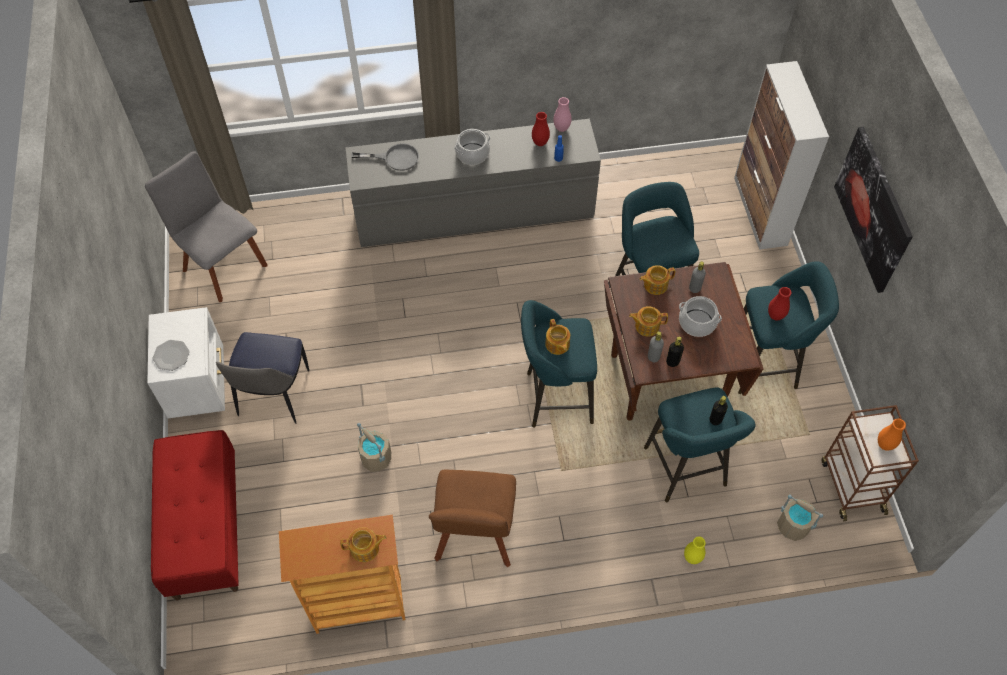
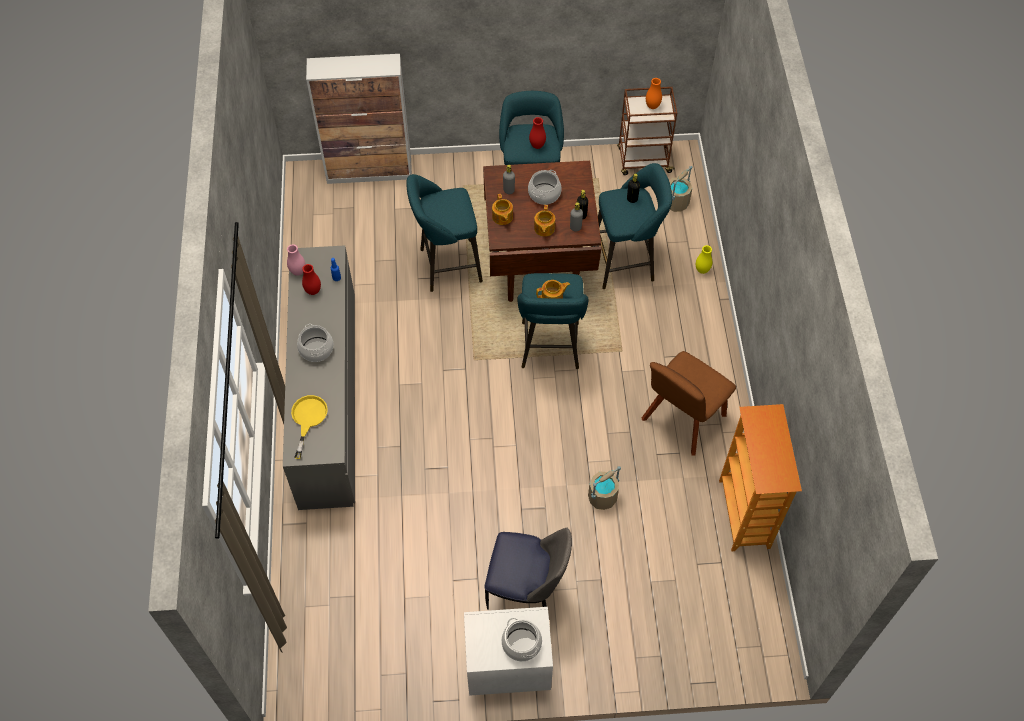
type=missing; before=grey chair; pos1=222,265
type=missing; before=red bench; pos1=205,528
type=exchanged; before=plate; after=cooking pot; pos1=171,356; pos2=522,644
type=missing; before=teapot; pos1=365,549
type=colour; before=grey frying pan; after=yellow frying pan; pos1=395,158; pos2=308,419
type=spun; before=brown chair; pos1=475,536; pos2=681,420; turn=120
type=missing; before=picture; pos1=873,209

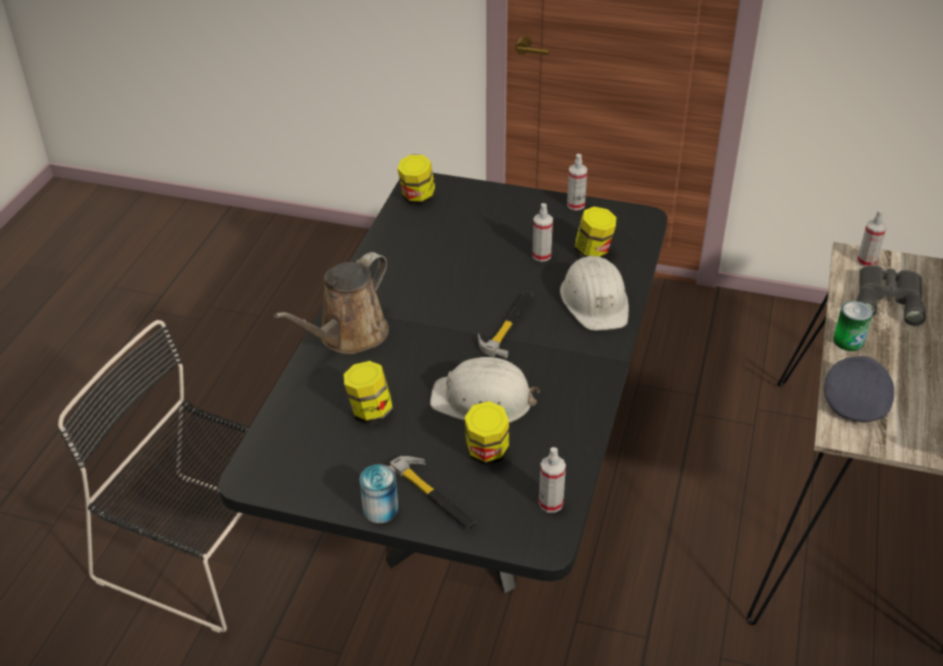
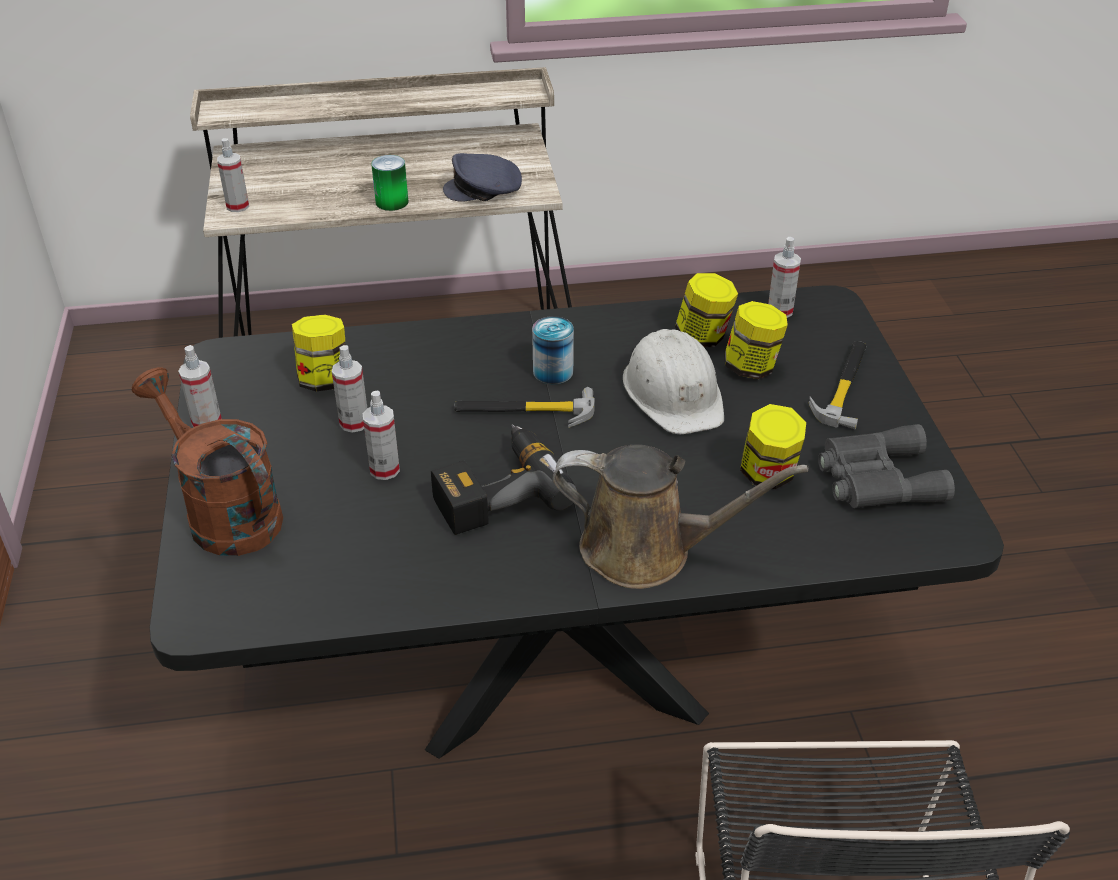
type=relocated; before=can; pos1=380,509; pos2=553,372
type=relocated; before=jar; pos1=417,198; pos2=703,337
type=missing; before=white hard hat; pos1=595,301
type=relocated; before=grey binoculars; pos1=888,298; pos2=876,478
type=appeared; after=brown watering can; pos2=224,512
type=appeared; after=spray bottle; pos2=384,469
type=appeared; after=power drill; pos2=496,489

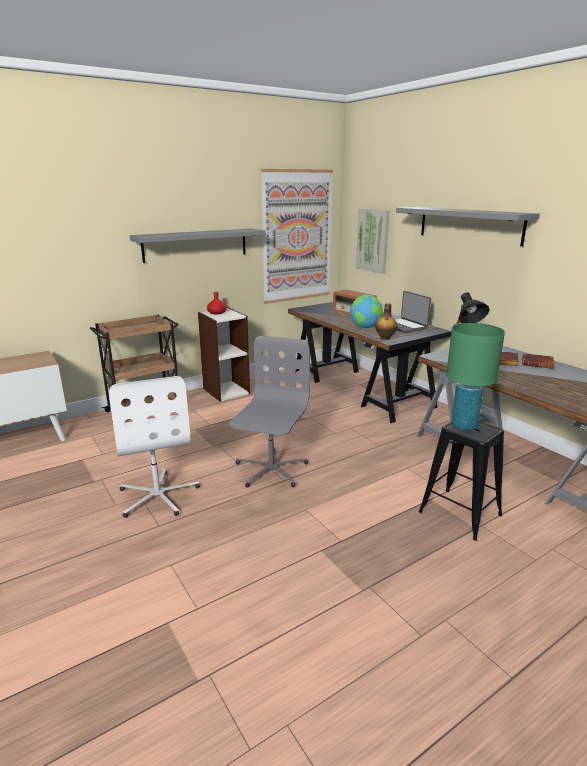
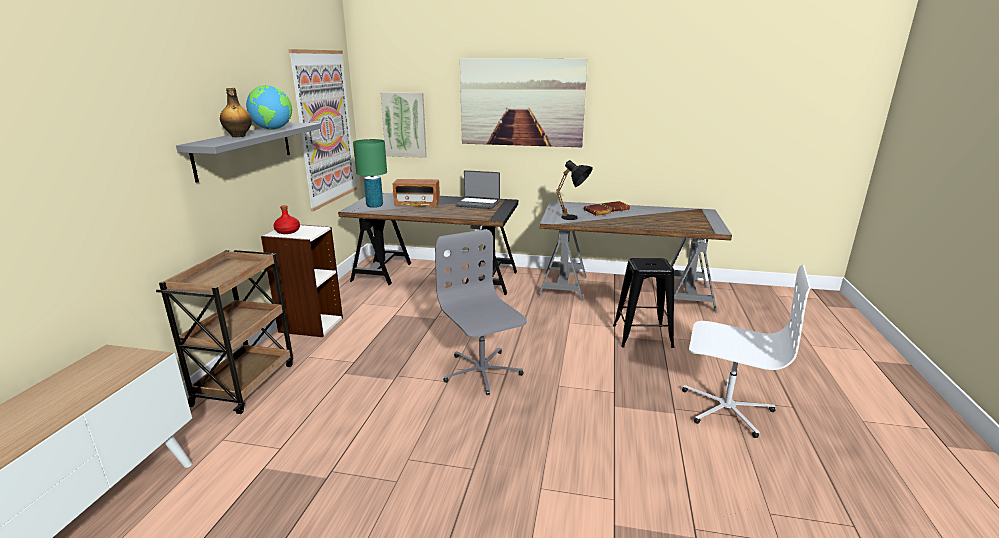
type=relocated; before=white office chair; pos1=158,495; pos2=726,408
type=relocated; before=globe; pos1=365,327; pos2=273,129
type=relocated; before=bottle; pos1=385,338; pos2=238,136
type=exchanged; before=grey shelf; after=picture; pos1=469,225; pos2=522,102
type=relocated; before=green table lamp; pos1=464,426; pos2=375,206

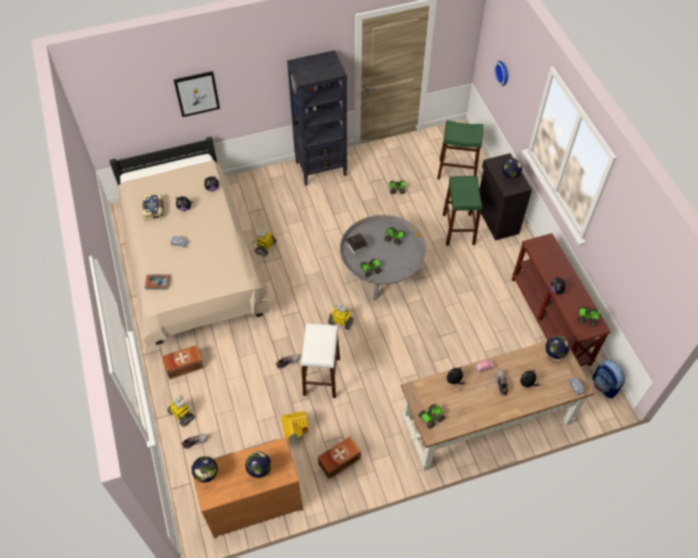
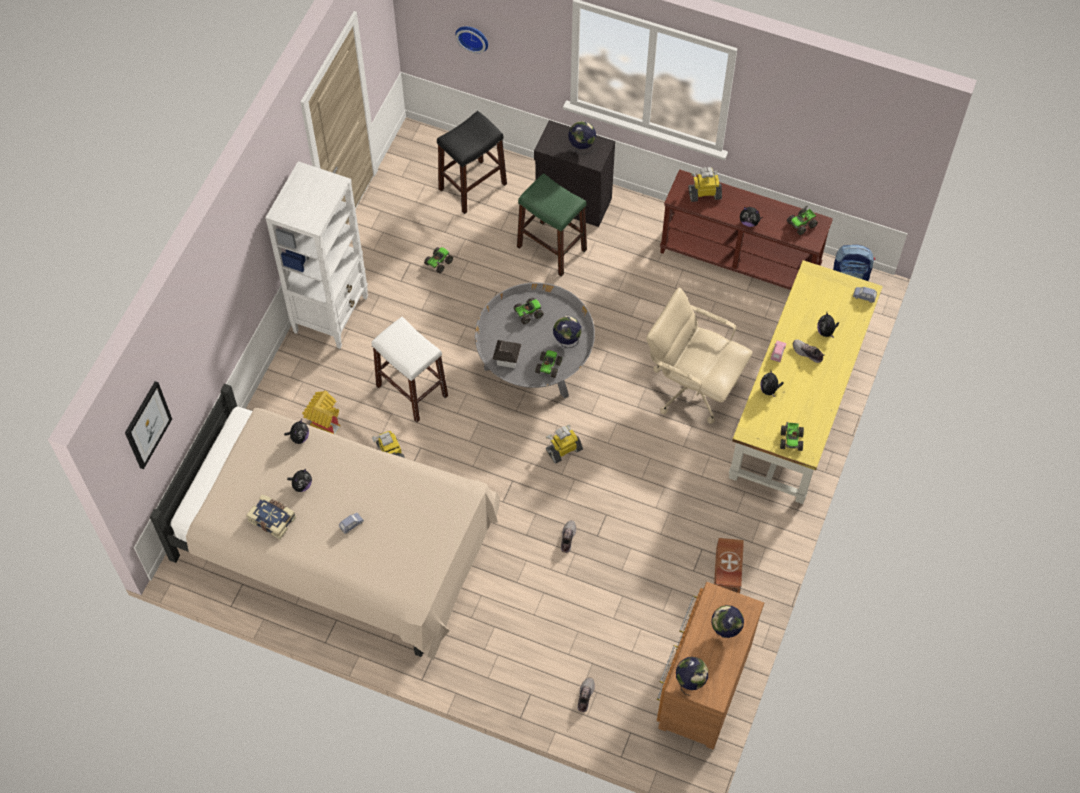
type=missing; before=book; pos1=157,283
type=missing; before=brown storage box; pos1=184,366
type=relocated; before=toy robot; pos1=182,414; pos2=704,193
type=relocated; before=picture; pos1=197,93; pos2=147,425
type=relocated; before=toy house; pos1=295,431; pos2=323,421
type=colour; before=black bookcase; after=white bookcase; pos1=321,168; pos2=331,314
type=relocated; before=white stool; pos1=321,376; pos2=412,390
type=colour; before=brown desk; after=yellow desk; pos1=486,421; pos2=797,407
type=colour; before=green stool; after=black stool; pos1=457,171; pos2=472,186
type=relocated; before=globe; pos1=553,356; pos2=566,341
type=appeared; after=beige office chair; pos2=692,386

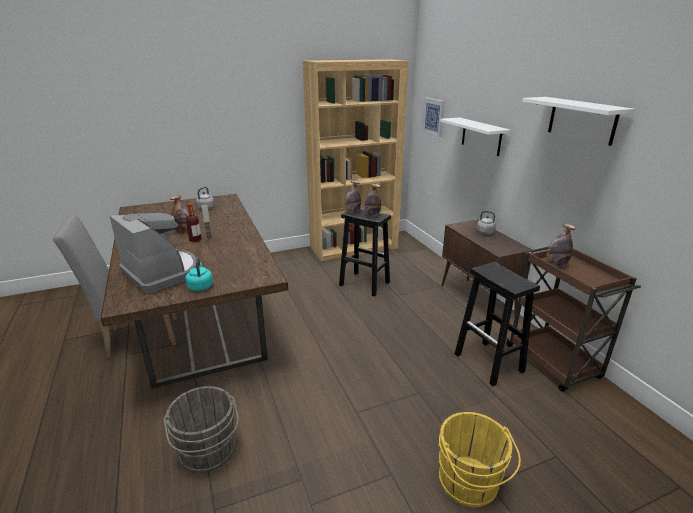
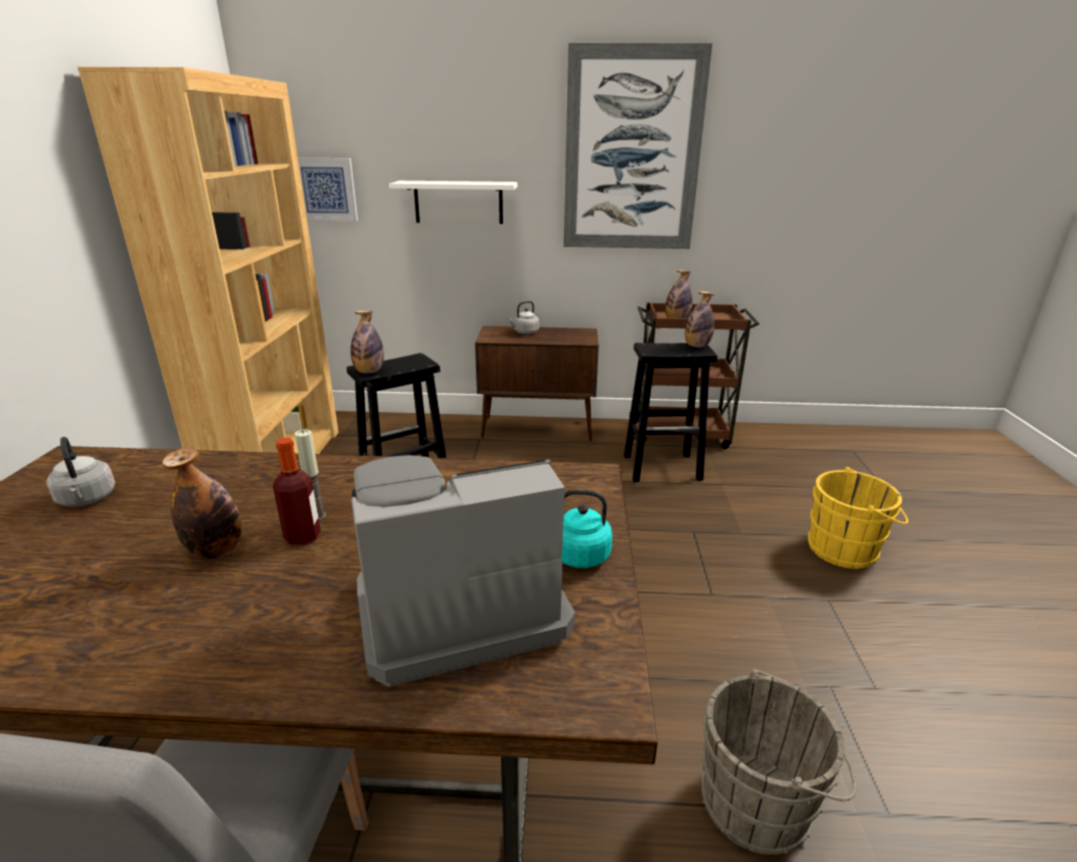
type=relocated; before=bottle; pos1=372,215; pos2=697,346
type=exchanged; before=white shelf; after=picture; pos1=582,120; pos2=632,152

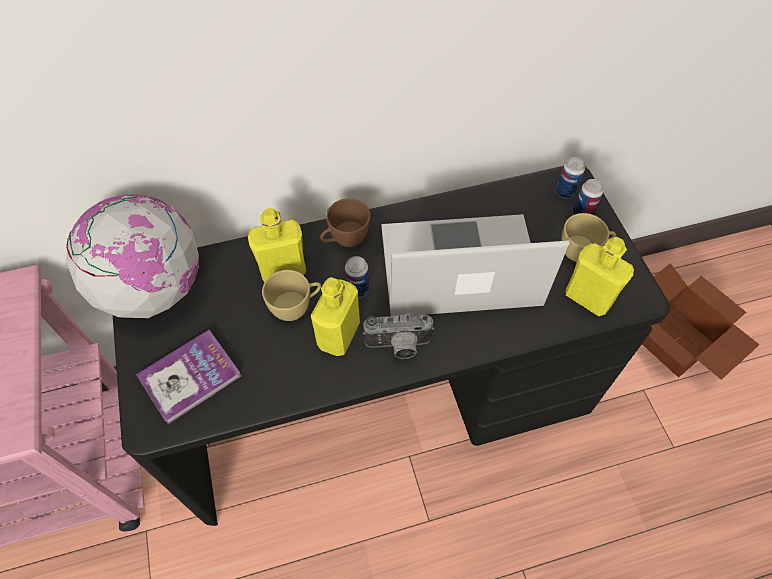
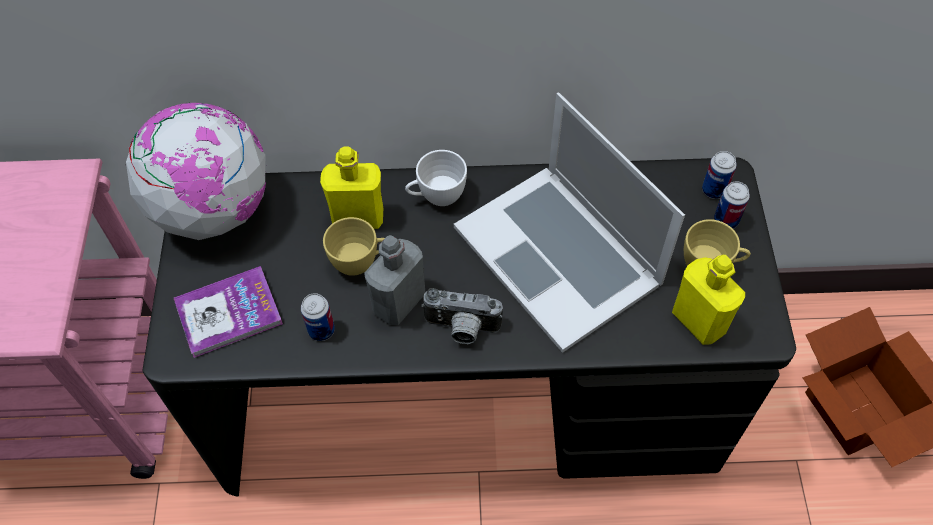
type=colour; before=yellow bottle; after=grey bottle; pos1=338,335; pos2=399,302
type=colour; before=brown cup; after=white cup; pos1=345,240; pos2=436,196
type=relocated; before=can; pos1=358,289; pos2=321,330
type=spun; before=laptop; pos1=459,267; pos2=558,254; turn=-135

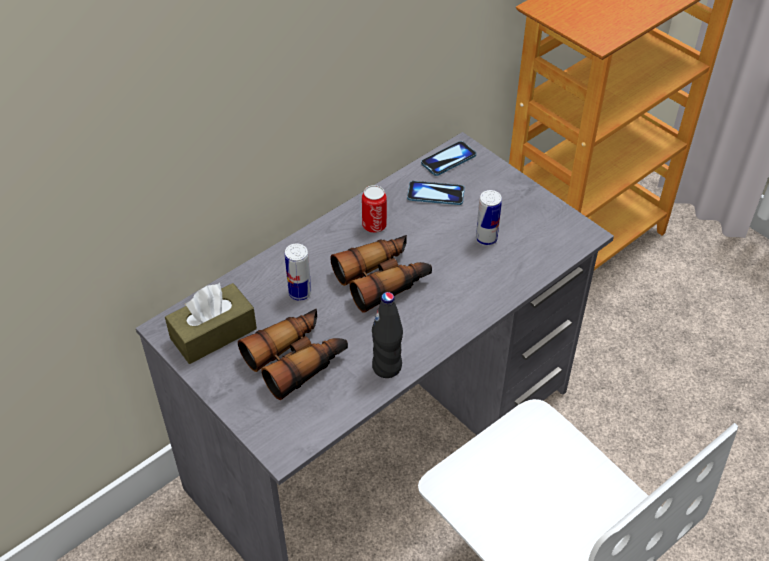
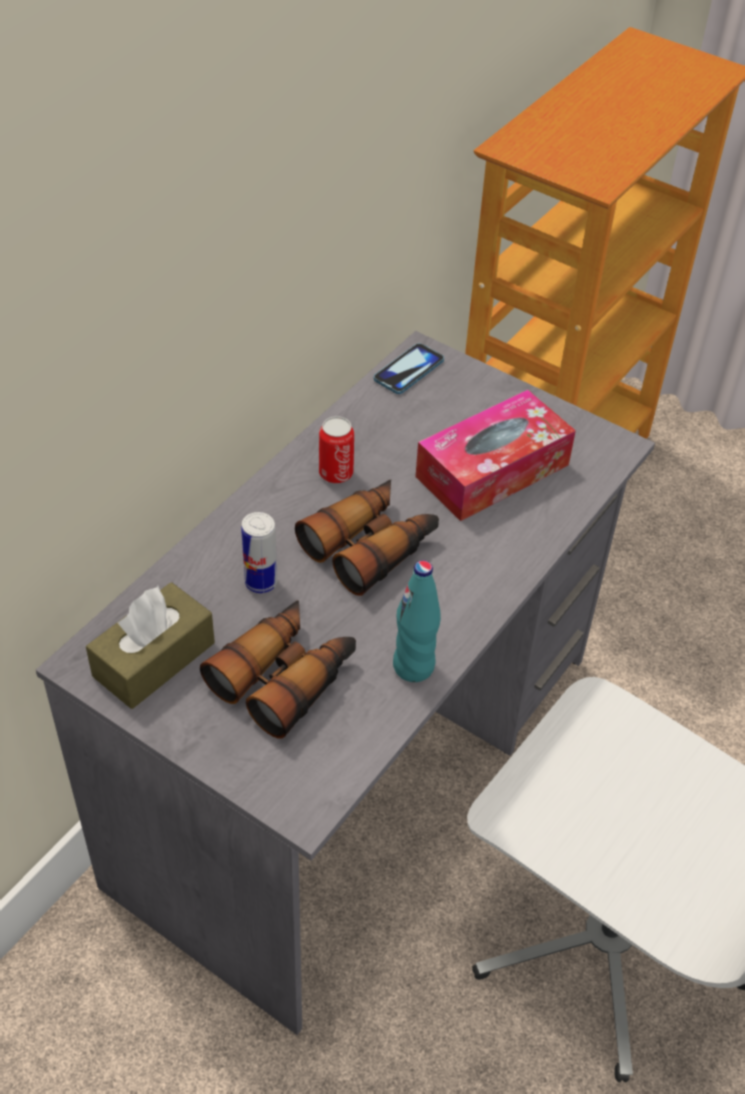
type=colour; before=black bottle; after=turquoise bottle; pos1=387,367; pos2=413,666
type=missing; before=phone; pos1=435,194
type=exchanged; before=can; after=tissue box; pos1=486,239; pos2=492,471

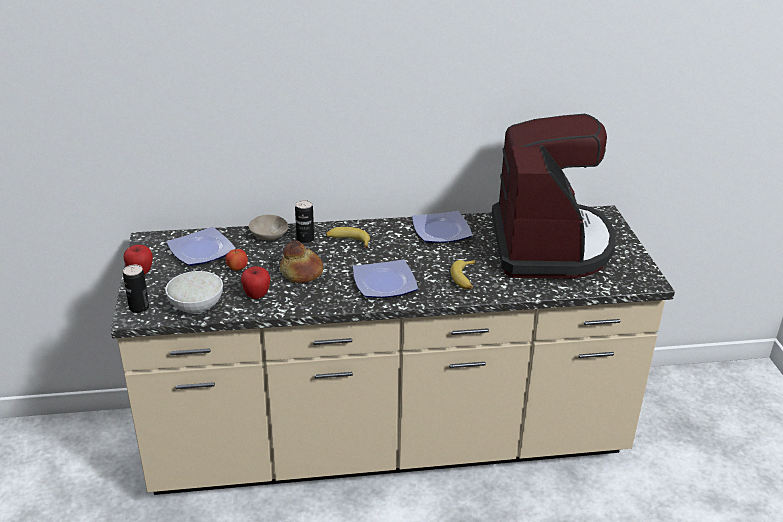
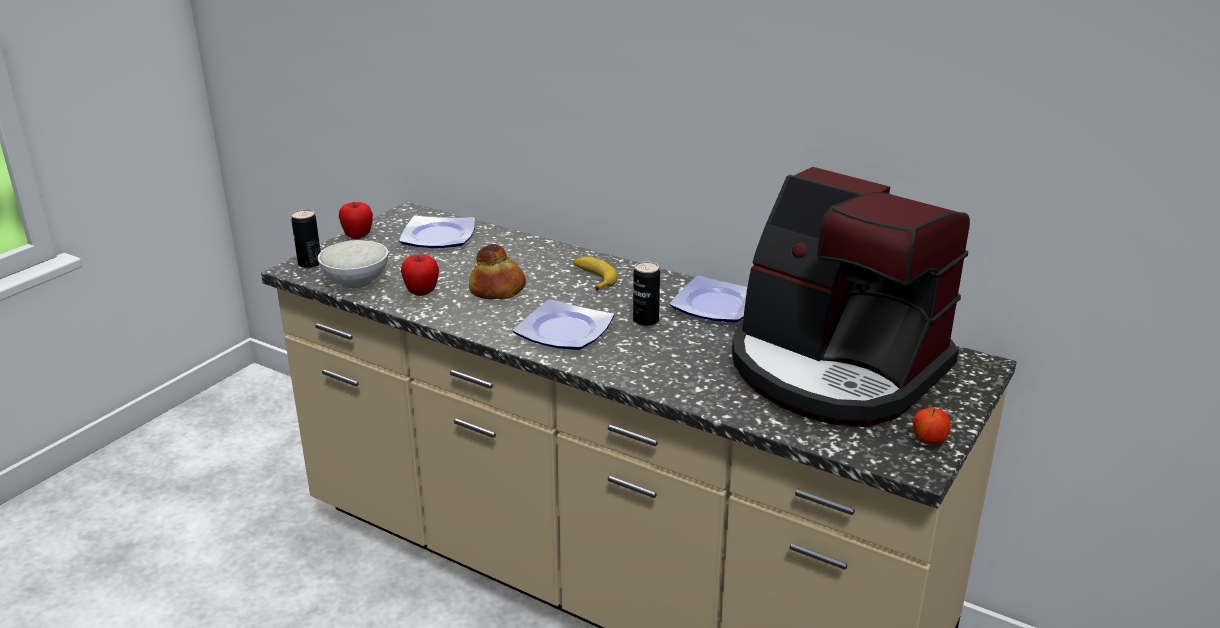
type=relocated; before=apple; pos1=237,269; pos2=928,441
type=missing; before=beige bowl; pos1=268,235
type=relocated; before=can; pos1=305,239; pos2=646,320
type=missing; before=banana; pos1=465,279
type=spun; before=coffee machine; pos1=549,245; pos2=835,370; turn=90

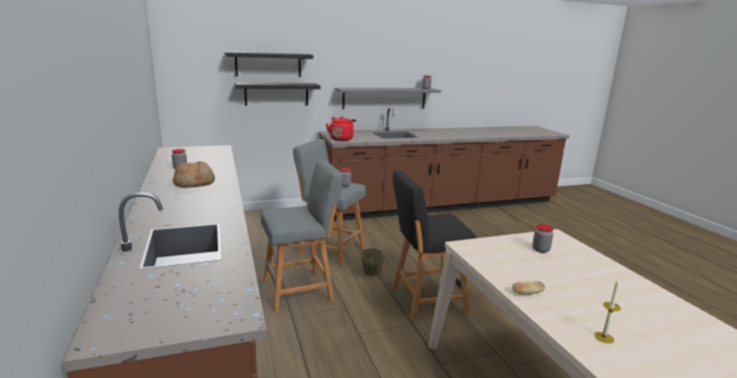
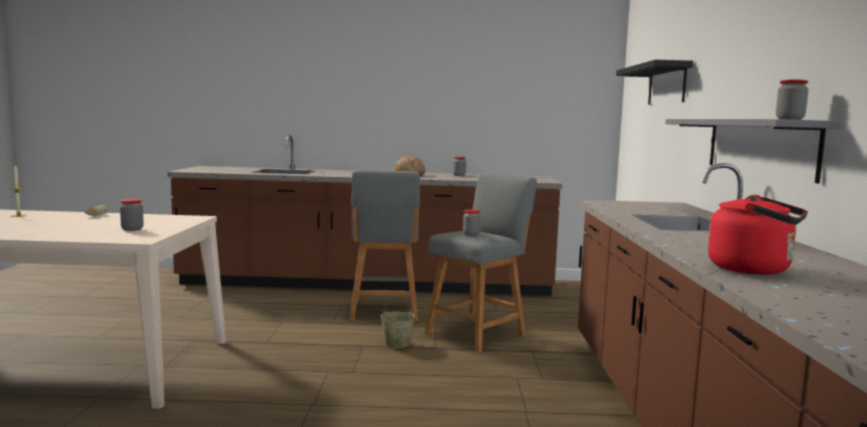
type=missing; before=black shelf; pos1=276,94
type=relocated; before=red kettle; pos1=341,139; pos2=754,270
type=missing; before=black stool; pos1=424,301

